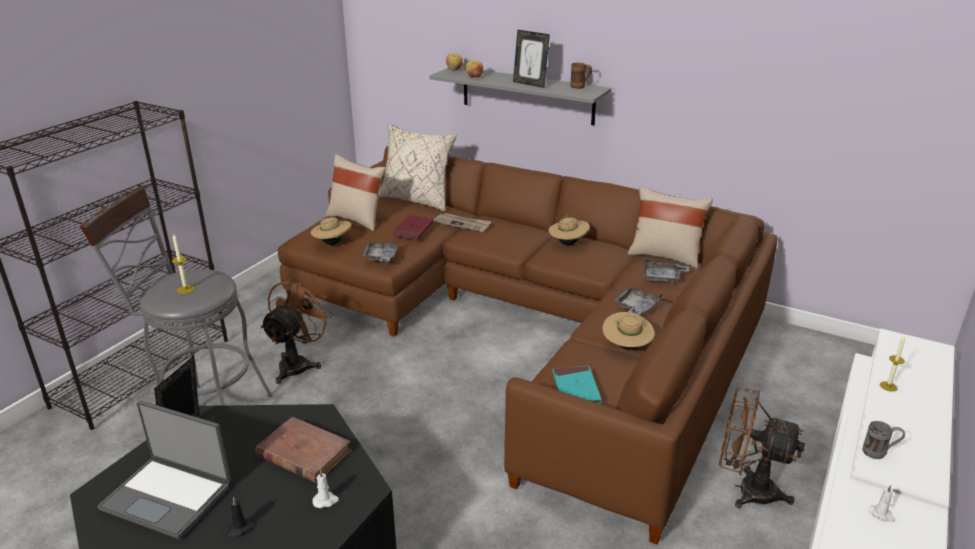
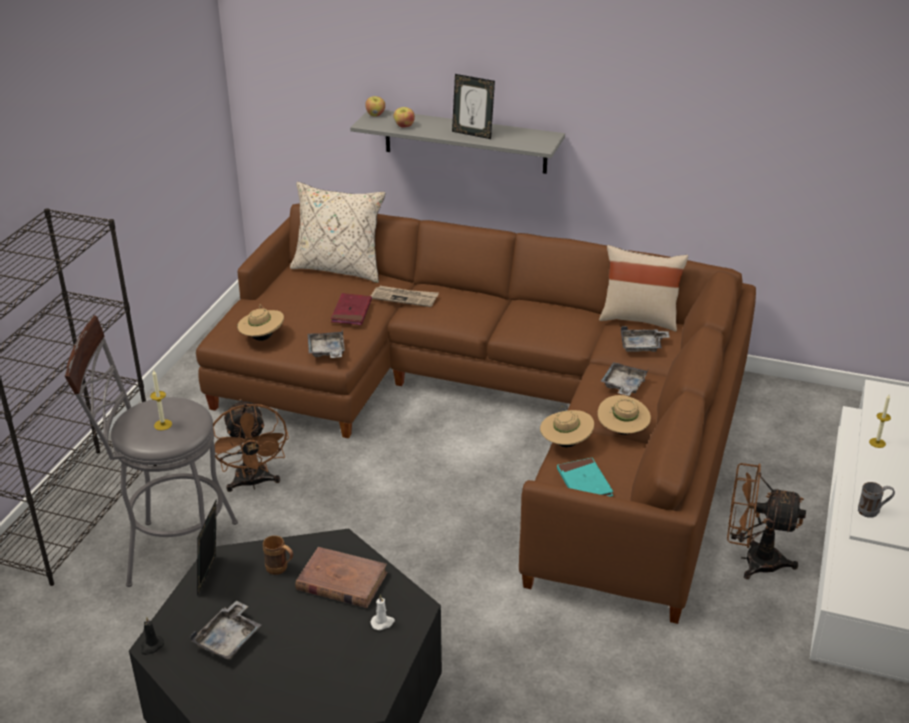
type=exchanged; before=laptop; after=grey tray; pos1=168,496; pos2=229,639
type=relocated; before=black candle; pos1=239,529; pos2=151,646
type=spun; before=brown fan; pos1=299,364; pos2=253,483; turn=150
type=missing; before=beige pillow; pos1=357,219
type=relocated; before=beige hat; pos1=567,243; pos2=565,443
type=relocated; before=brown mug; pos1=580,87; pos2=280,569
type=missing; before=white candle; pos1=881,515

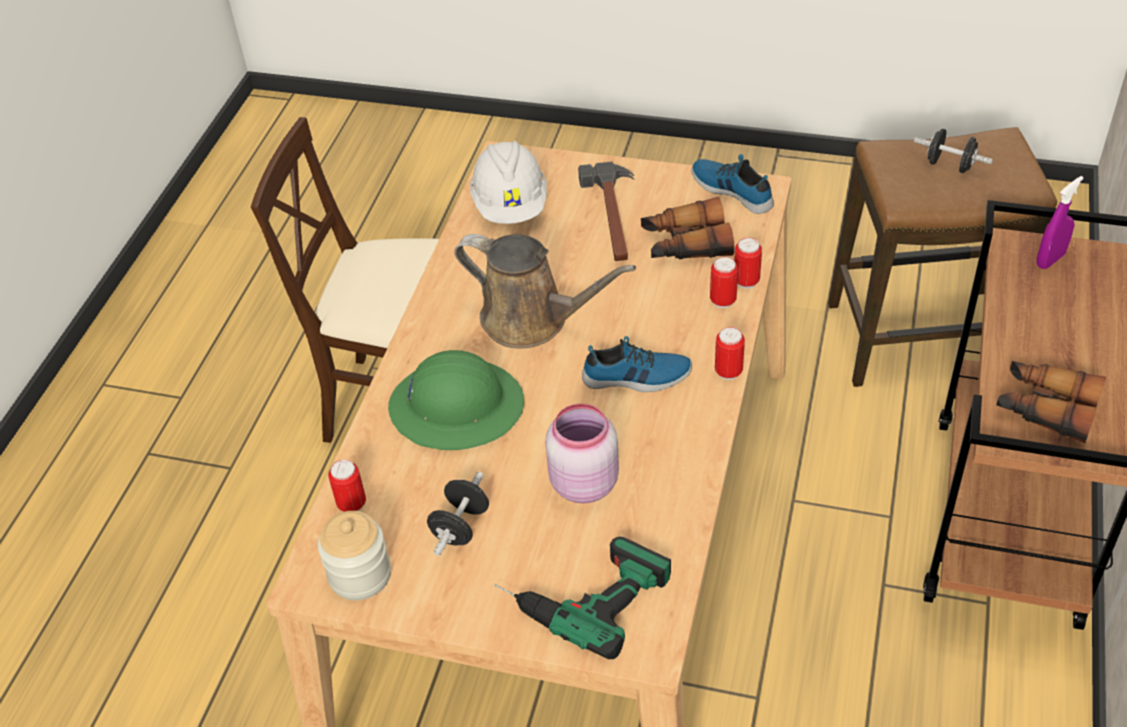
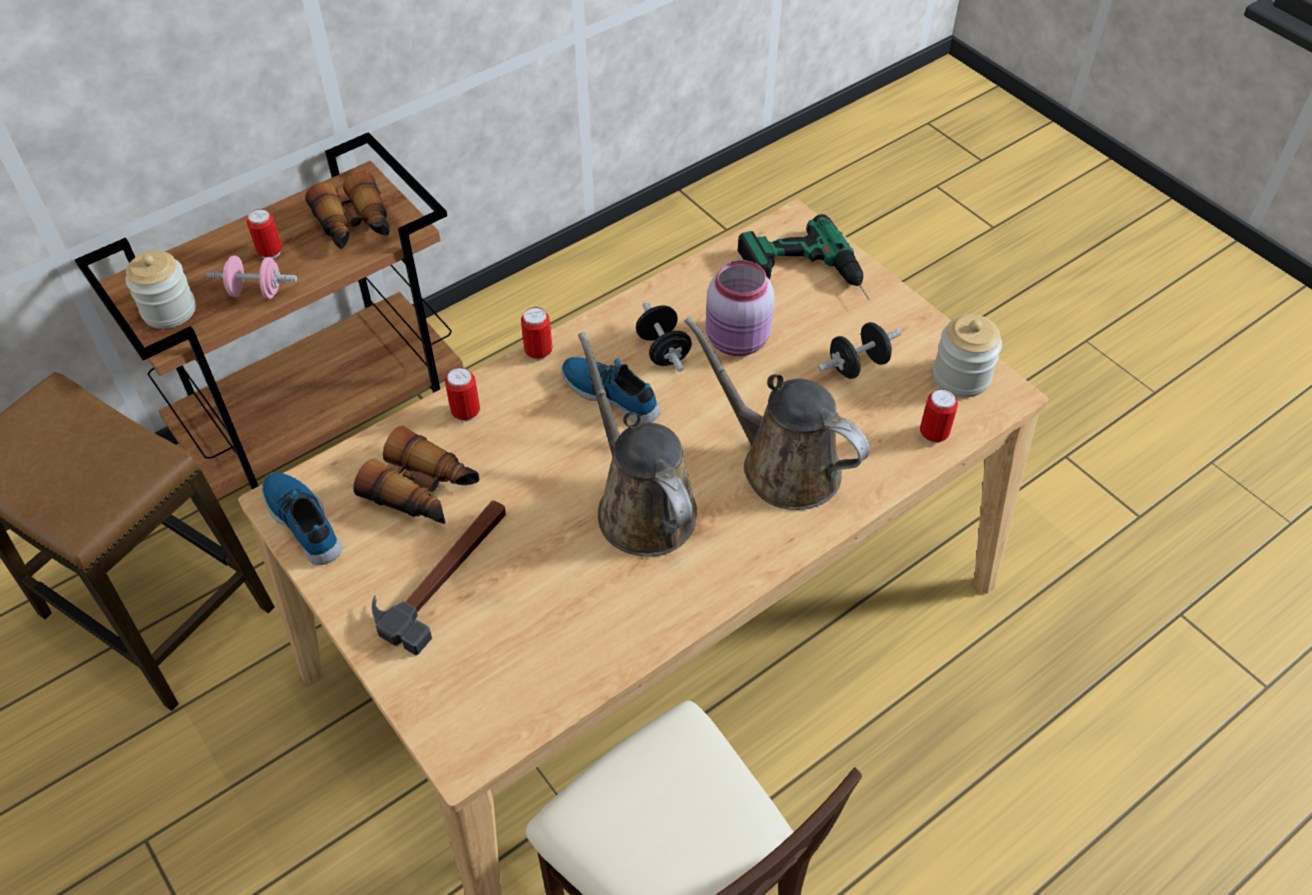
type=exchanged; before=green hard hat; after=brown watering can; pos1=456,406; pos2=782,464
type=missing; before=white hard hat; pos1=510,205
type=spun; before=shoe; pos1=733,190; pos2=304,521; turn=150
type=relocated; before=can; pos1=746,281; pos2=270,252
type=relocated; before=black dumbbell; pos1=949,165; pos2=663,351
type=exchanged; before=purple spray bottle; after=jar; pos1=1050,260; pos2=169,310
type=appeared; after=pink dumbbell; pos2=256,292

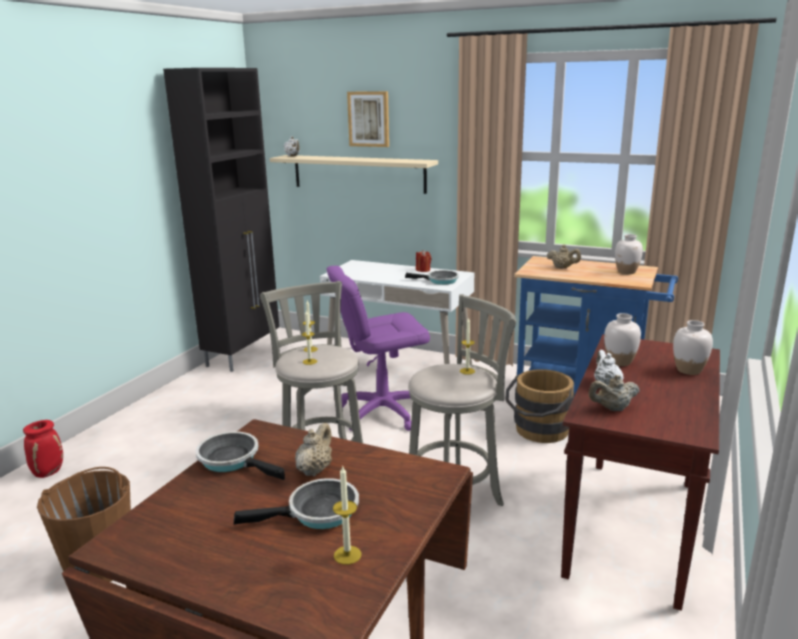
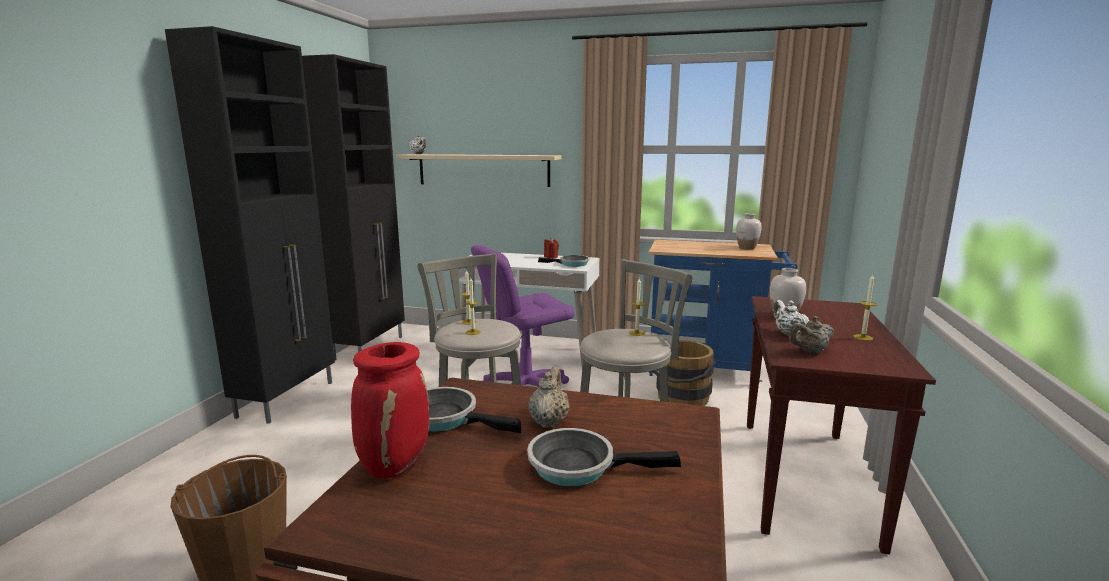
type=relocated; before=red vase; pos1=49,472; pos2=395,465
type=spun; before=frying pan; pos1=317,513; pos2=579,466; turn=-150
type=relocated; before=candle; pos1=347,555; pos2=863,337
type=missing; before=picture; pos1=369,119
type=missing; before=beige teapot; pos1=563,268
type=missing; before=white vase; pos1=688,370
type=appeared; after=black cabinet; pos2=288,398

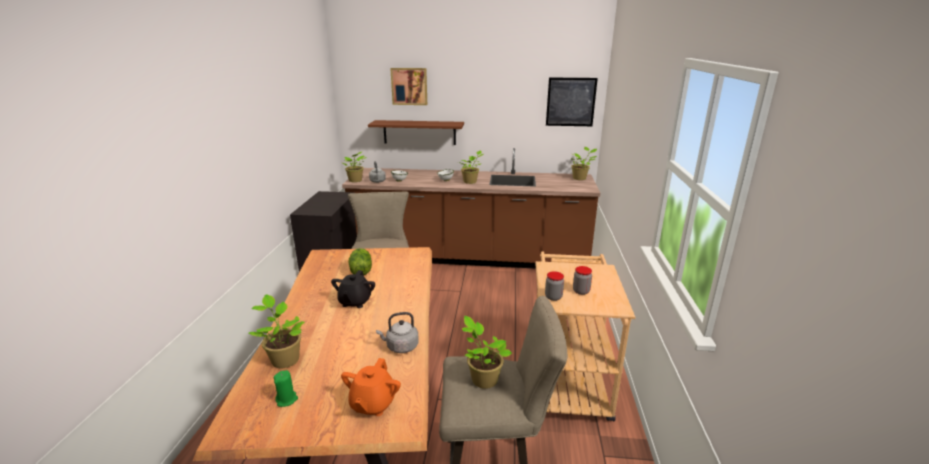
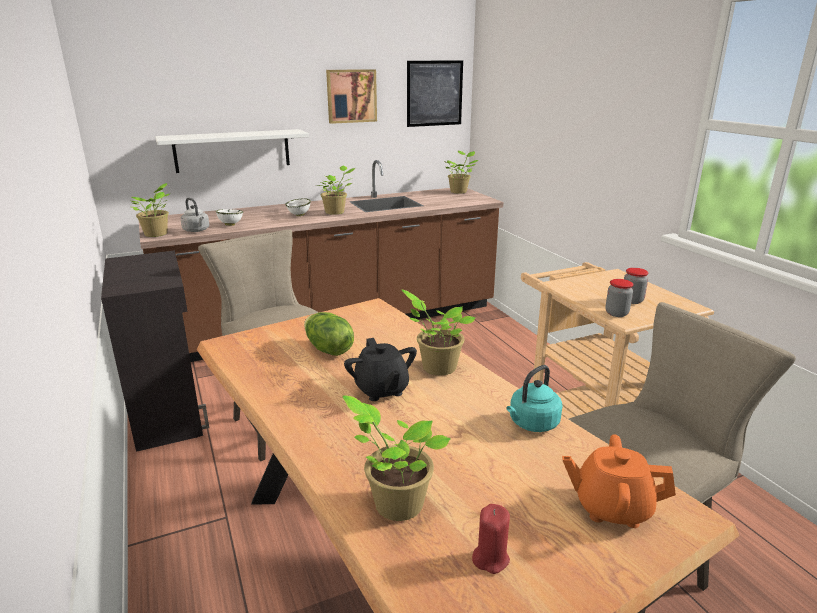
type=colour; before=green candle; after=red candle; pos1=287,400; pos2=490,558
type=spun; before=orange teapot; pos1=372,404; pos2=611,507; turn=120
type=colour; before=brown shelf; after=white shelf; pos1=419,132; pos2=232,150
type=colour; before=grey kettle; after=turquoise kettle; pos1=400,347; pos2=532,424
type=relocated; before=picture; pos1=409,86; pos2=351,96
type=relocated; before=potted plant; pos1=483,379; pos2=436,367

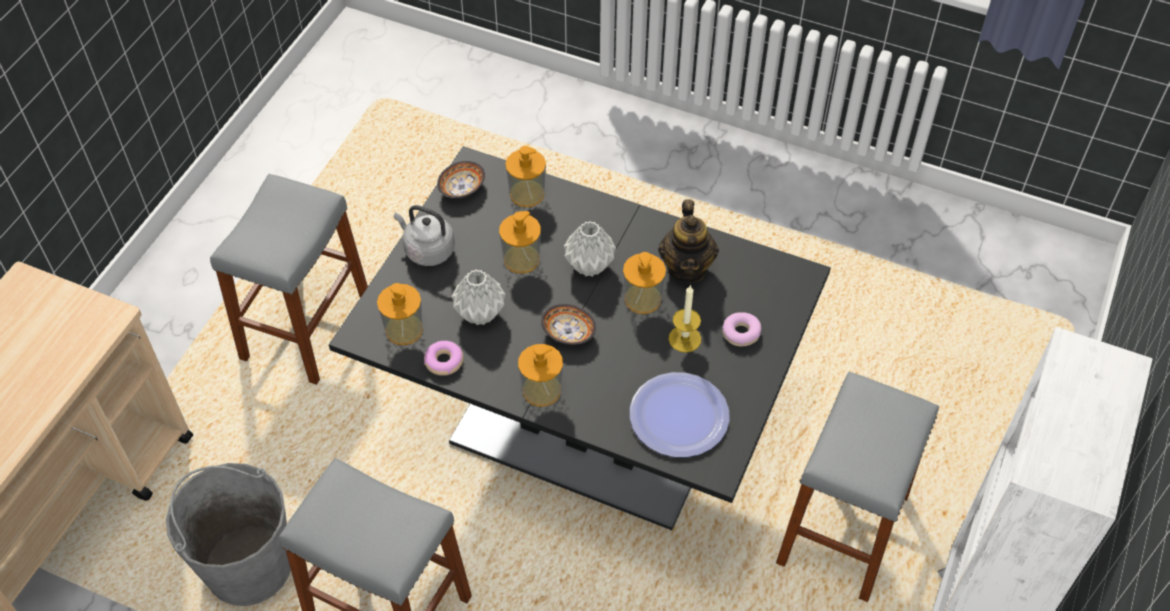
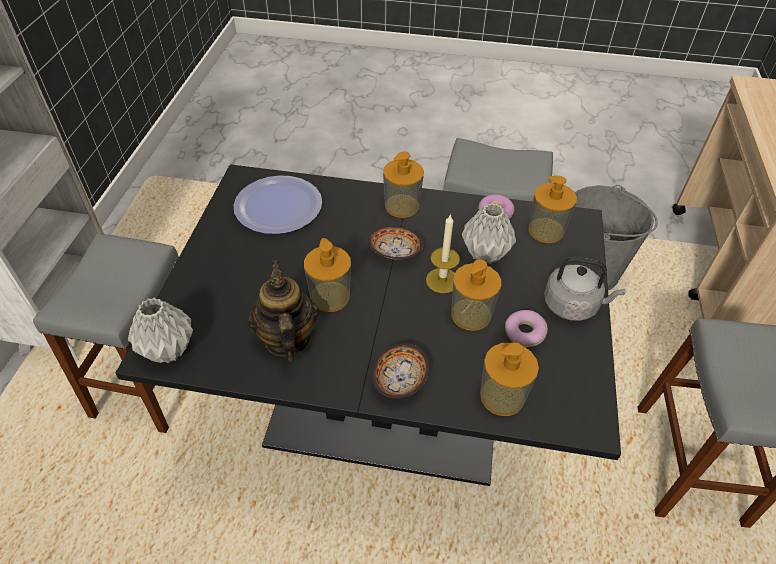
type=relocated; before=bowl; pos1=460,189; pos2=401,379
type=relocated; before=grey vase; pos1=588,267; pos2=169,349
type=relocated; before=candle; pos1=684,339; pos2=442,280
type=relocated; before=donut; pos1=741,333; pos2=524,333

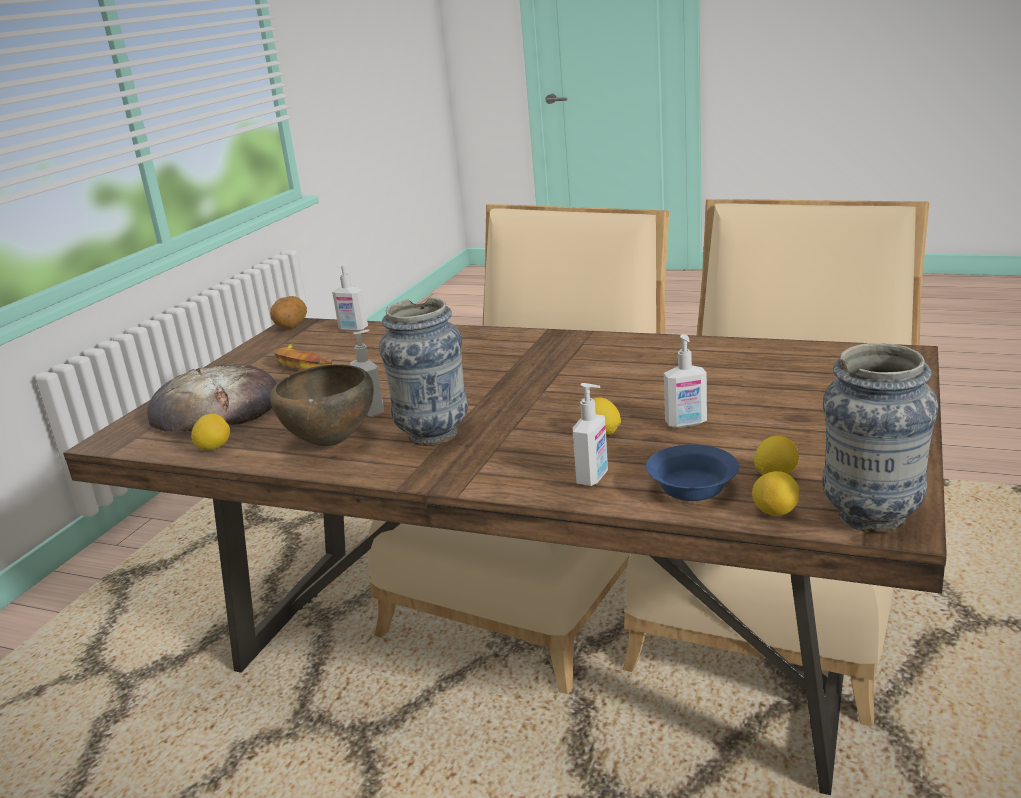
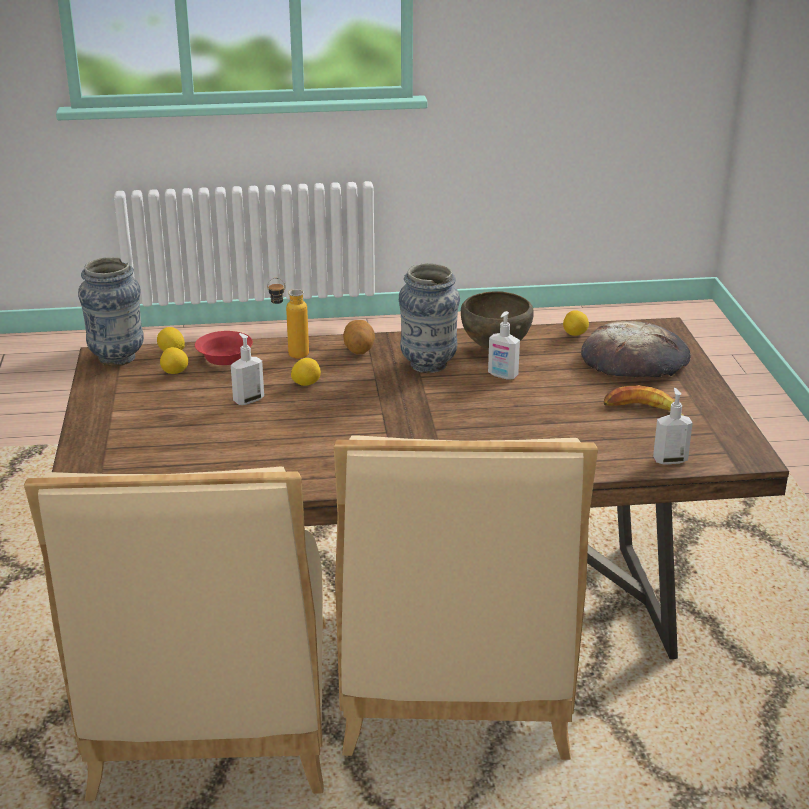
type=relocated; before=potato; pos1=291,327; pos2=359,350
type=exchanged; before=soap dispenser; after=bottle; pos1=593,478; pos2=290,355
type=colour; before=blue bowl; after=red bowl; pos1=691,489; pos2=225,357

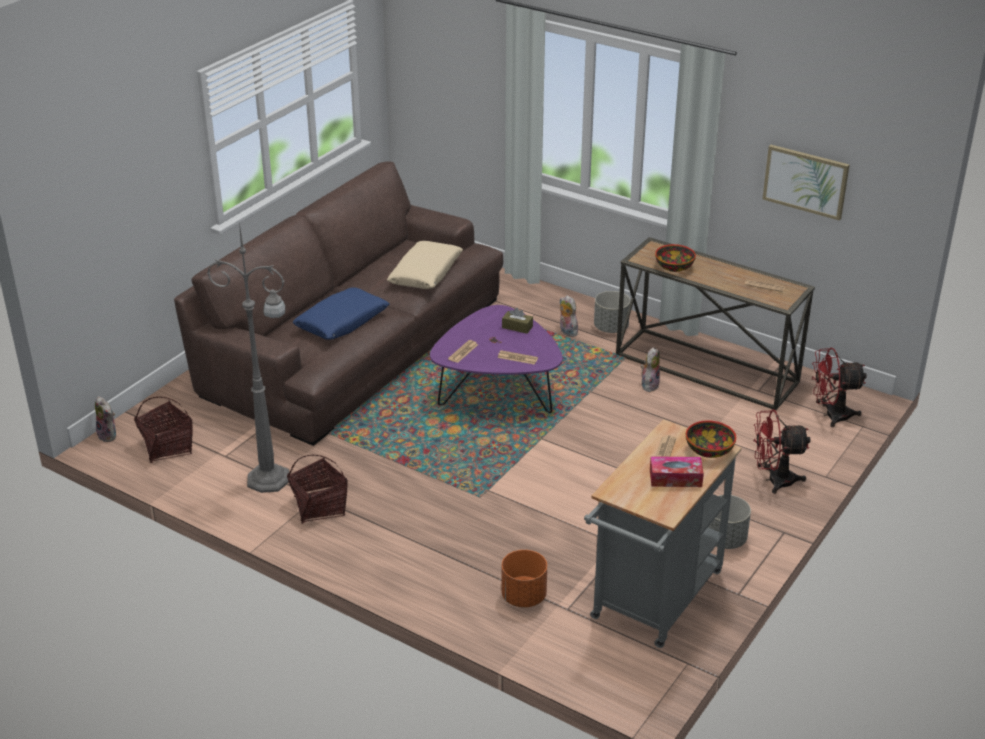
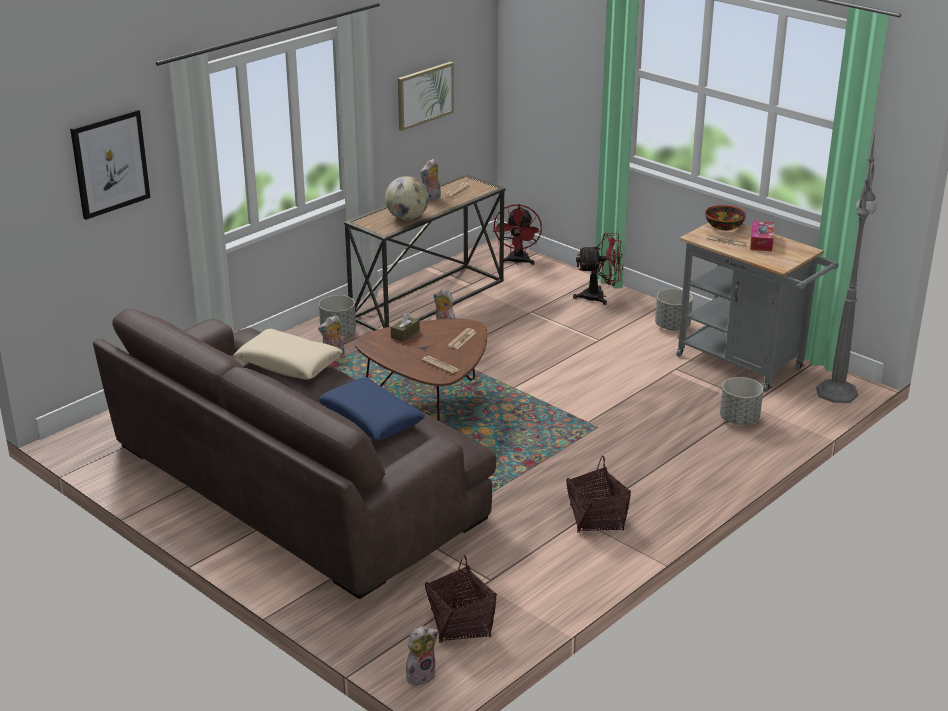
type=relocated; before=grey floor lamp; pos1=270,479; pos2=837,391
type=colour; before=purple coffee table; after=brown coffee table; pos1=497,393; pos2=428,403
type=colour; before=orange planter; after=grey planter; pos1=523,596; pos2=739,419
type=exchanged; before=bowl; after=globe; pos1=674,267; pos2=407,218
type=spun; before=red fan; pos1=773,480; pos2=599,297; turn=-105
type=appeared; after=picture; pos2=110,163
type=appeared; after=plush toy; pos2=431,199

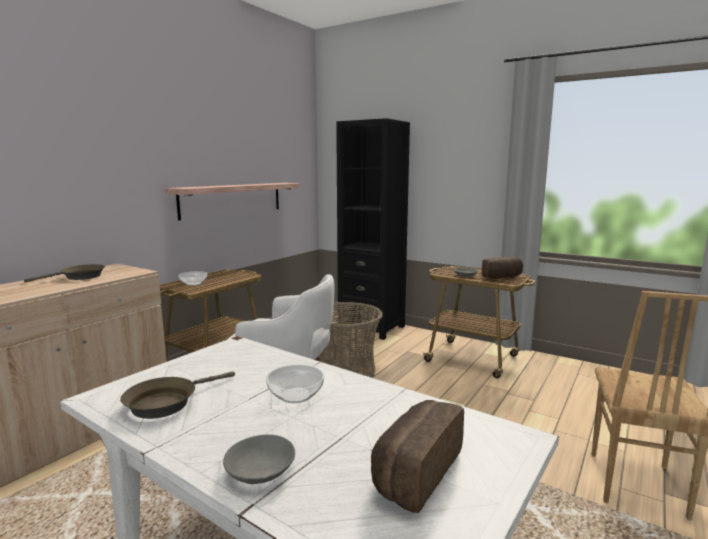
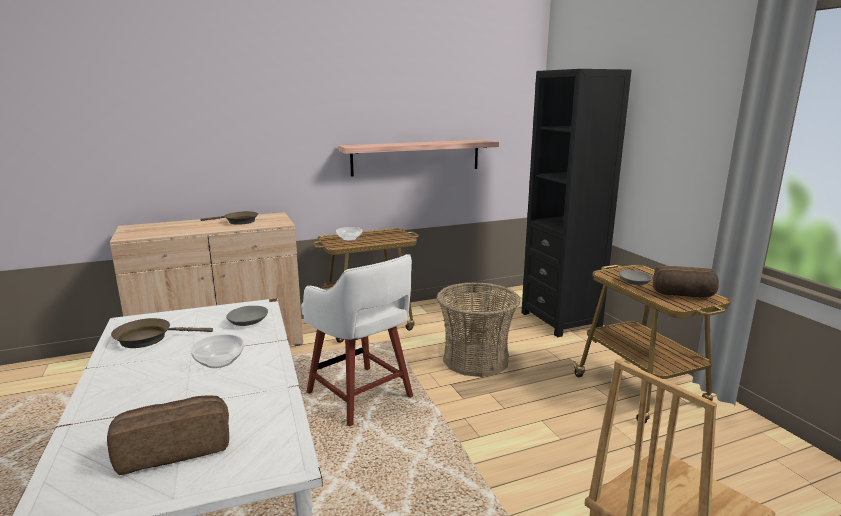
type=relocated; before=grey bowl; pos1=259,472; pos2=247,322

